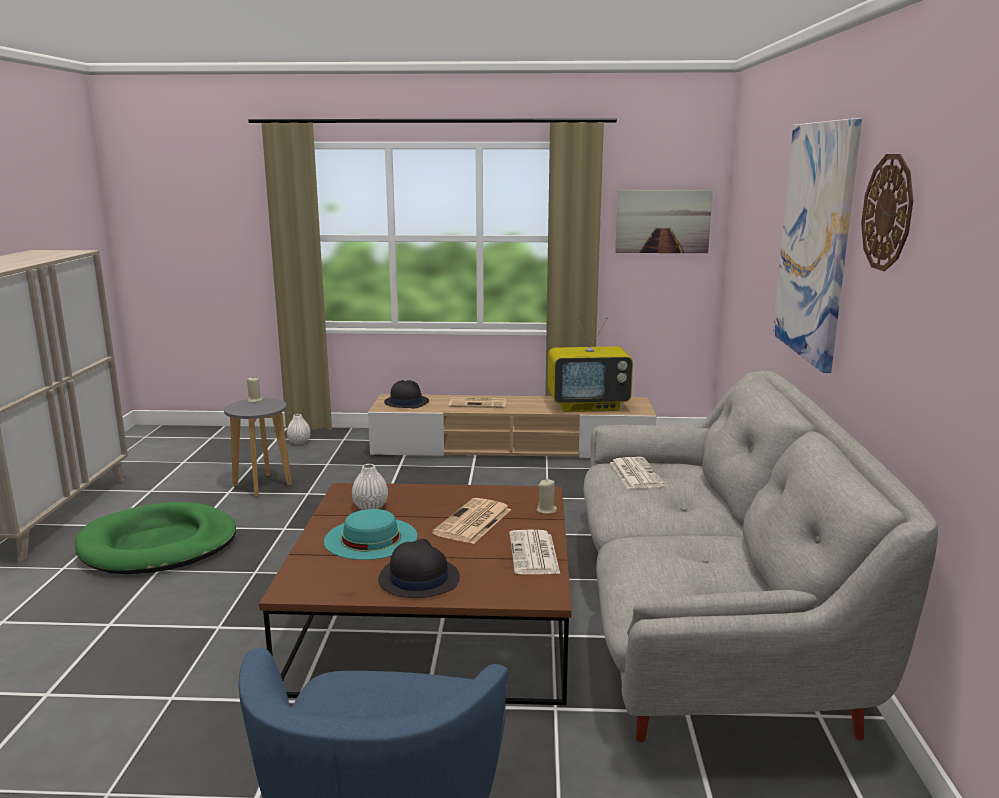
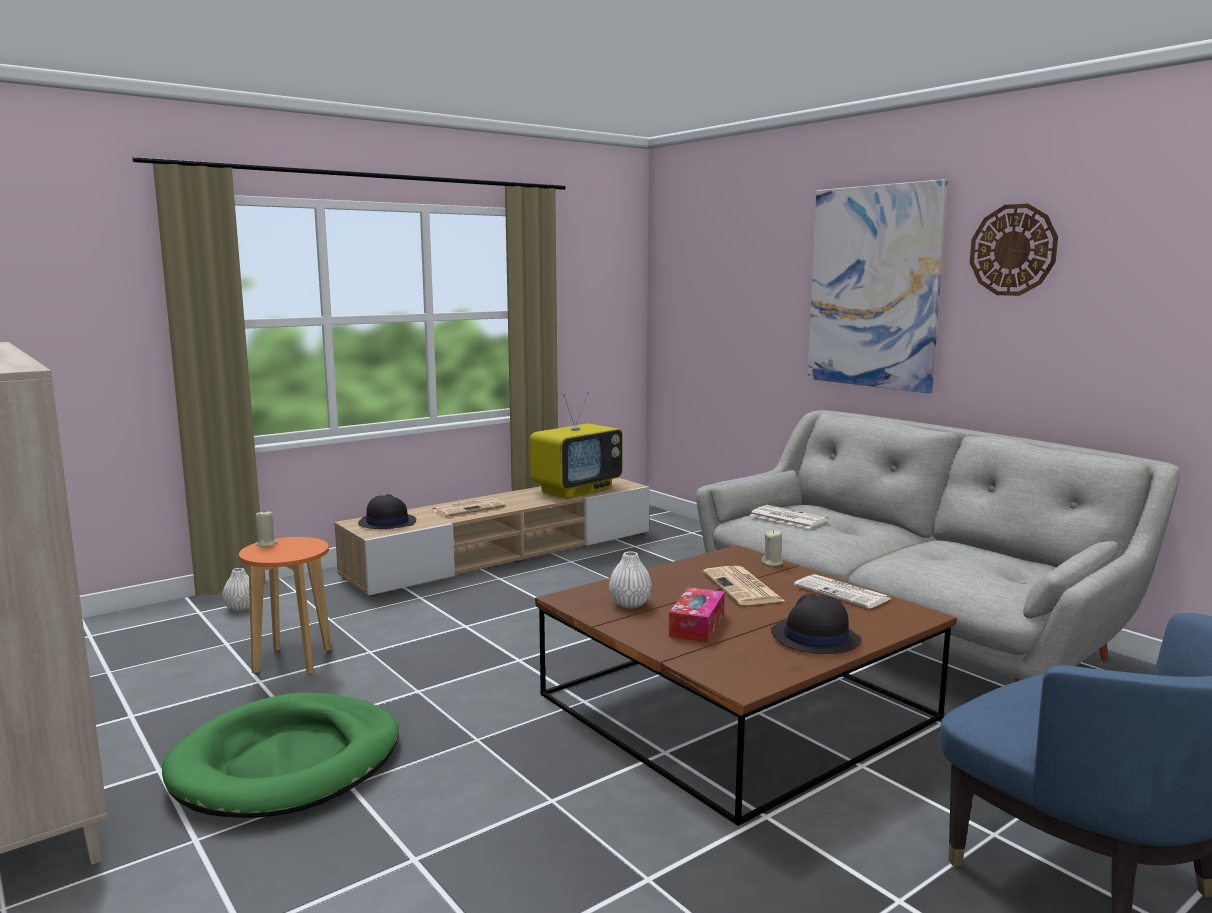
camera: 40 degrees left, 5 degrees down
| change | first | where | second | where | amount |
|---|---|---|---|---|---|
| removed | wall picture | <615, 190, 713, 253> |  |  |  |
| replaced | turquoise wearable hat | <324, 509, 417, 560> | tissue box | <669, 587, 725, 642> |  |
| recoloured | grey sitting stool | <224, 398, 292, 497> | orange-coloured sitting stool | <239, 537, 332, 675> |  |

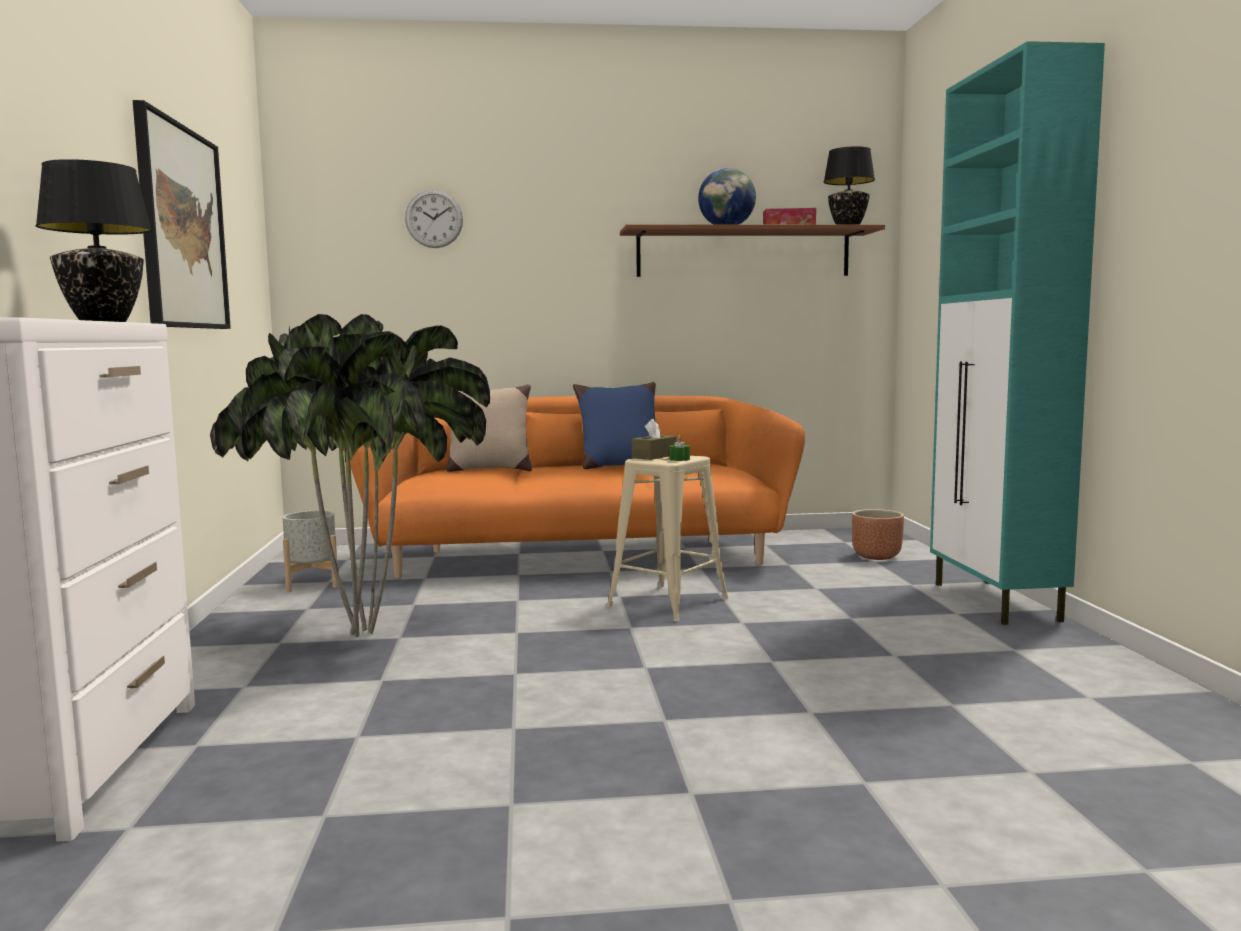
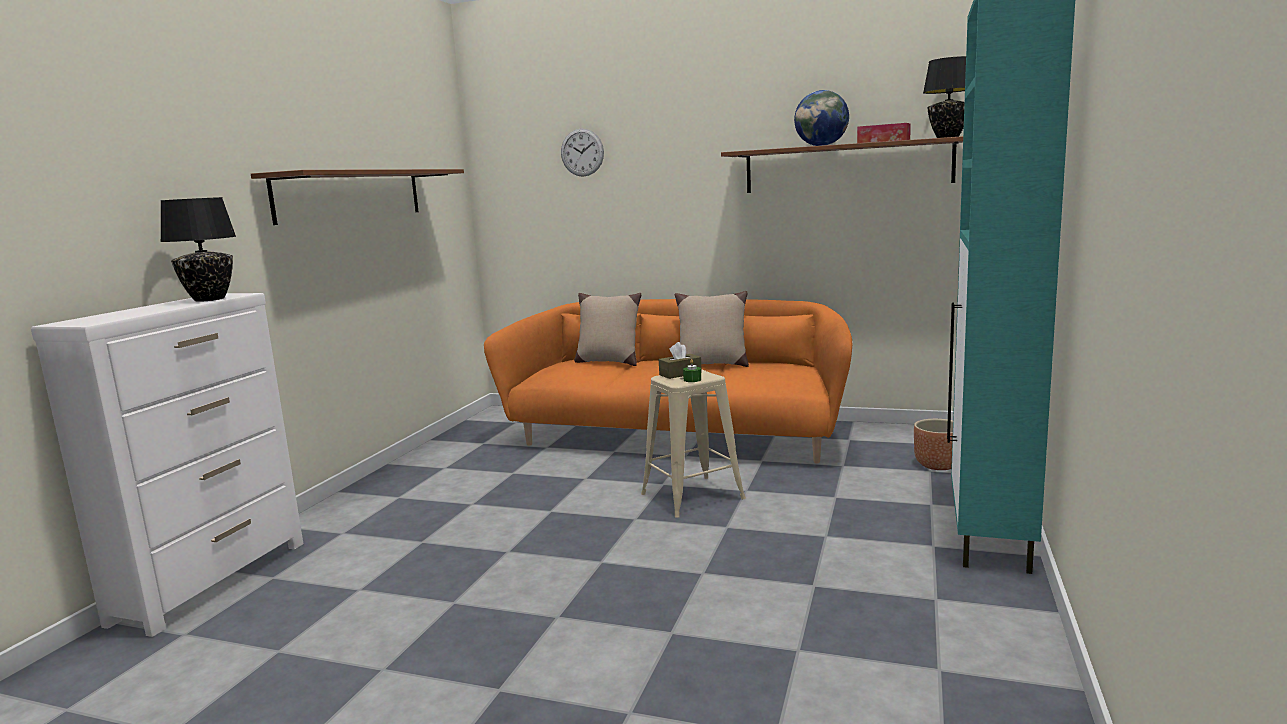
camera: 25 degrees right, 5 degrees up
| change | first | where | second | where | amount |
|---|---|---|---|---|---|
| removed | houseplant | <210, 314, 490, 637> |  |  |  |
| removed | grey flower pot | <283, 511, 338, 592> |  |  |  |
| replaced | wall picture | <133, 100, 231, 329> | brown-coloured bracket shelf | <251, 169, 464, 225> |  |
| recoloured | bluish throw pillow | <573, 382, 656, 469> | sand-coloured throw pillow | <675, 291, 749, 367> |  |

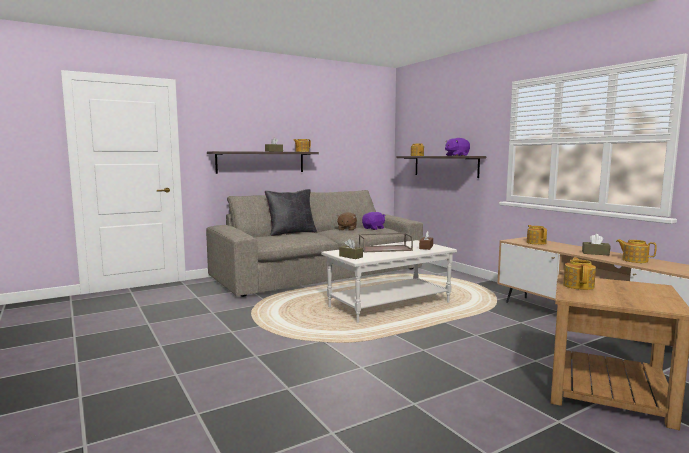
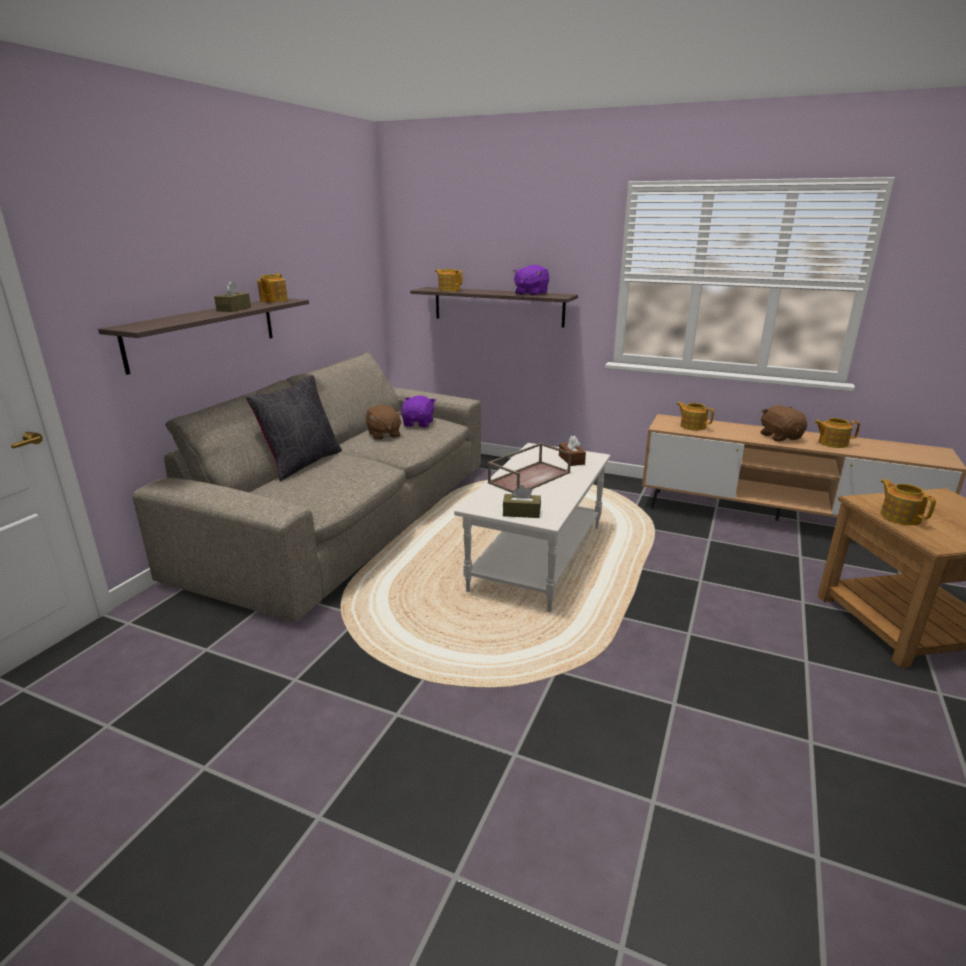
camera: 35 degrees left, 15 degrees up
| change | first | where | second | where | amount |
|---|---|---|---|---|---|
| replaced | brown-coloured tissue box | <582, 234, 610, 256> | brown-coloured cuddly toy | <761, 405, 807, 442> |  |

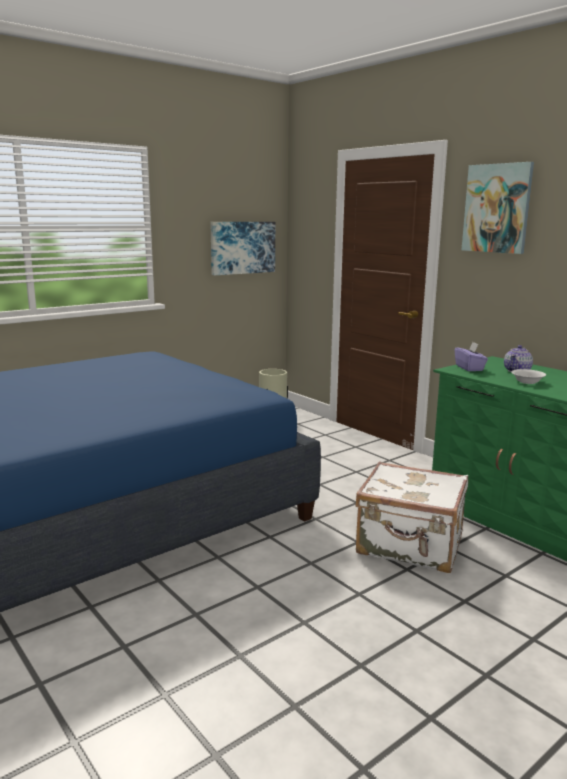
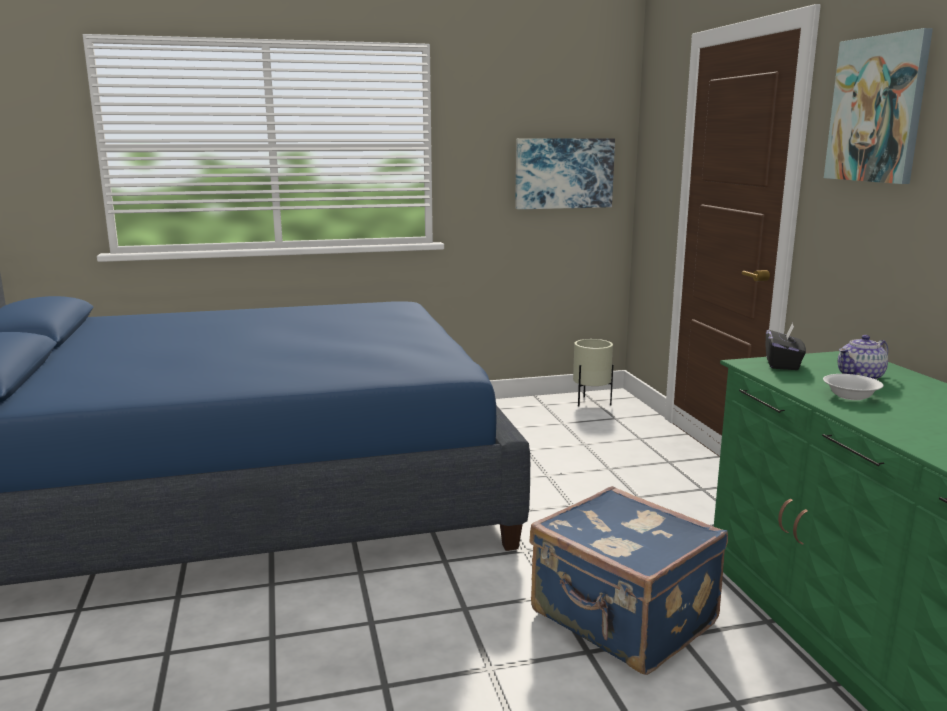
camera: 25 degrees right, 0 degrees up
| change | first | where | second | where | amount |
|---|---|---|---|---|---|
| recoloured | white travel case | <355, 462, 468, 573> | bluish travel case | <530, 486, 728, 675> |  |
| recoloured | purplish tissue box | <455, 342, 488, 371> | black-coloured tissue box | <766, 323, 806, 370> |  |

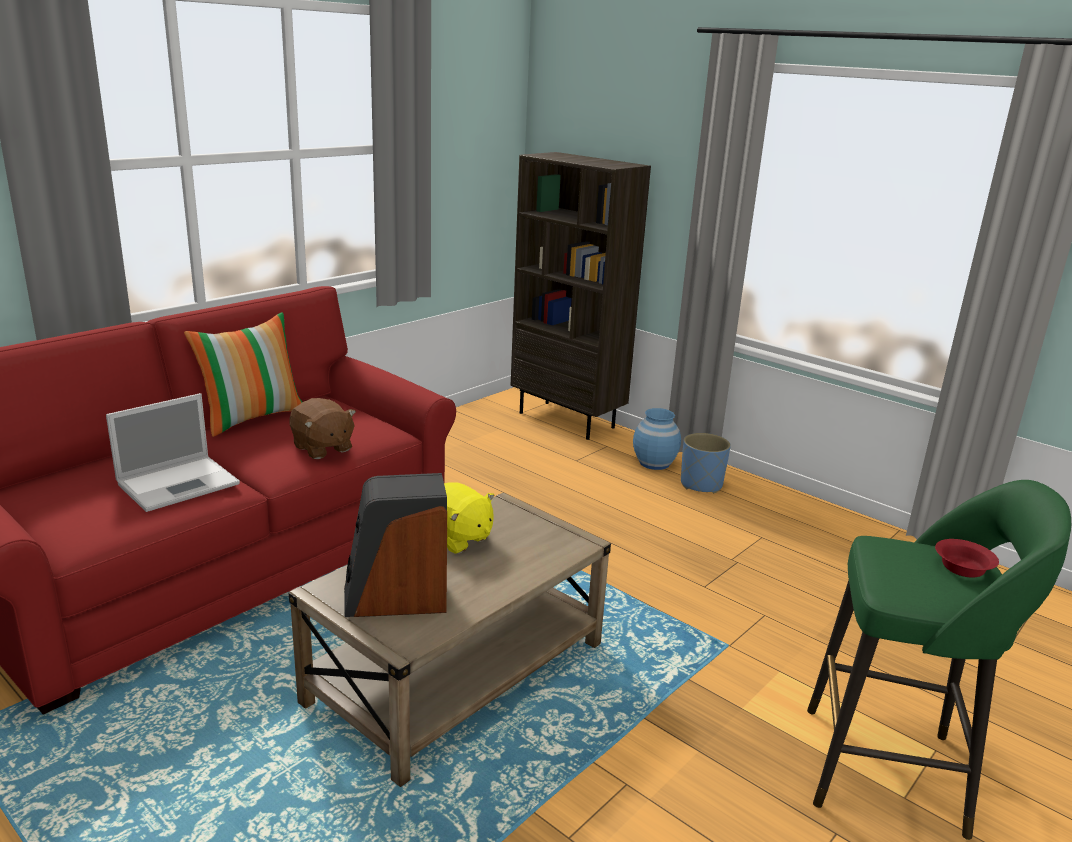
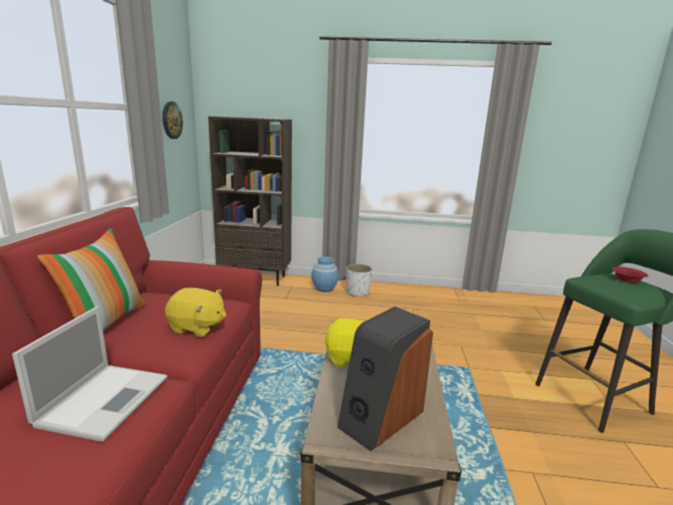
camera: 35 degrees left, 5 degrees down
| change | first | where | second | where | amount |
|---|---|---|---|---|---|
| added |  |  | wall clock | <162, 101, 183, 139> |  |
| recoloured | brown-coloured cuddly toy | <290, 398, 356, 459> | yellowish cuddly toy | <165, 288, 226, 337> |  |
| recoloured | bluish flower pot | <681, 433, 731, 493> | white flower pot | <346, 264, 372, 297> |  |

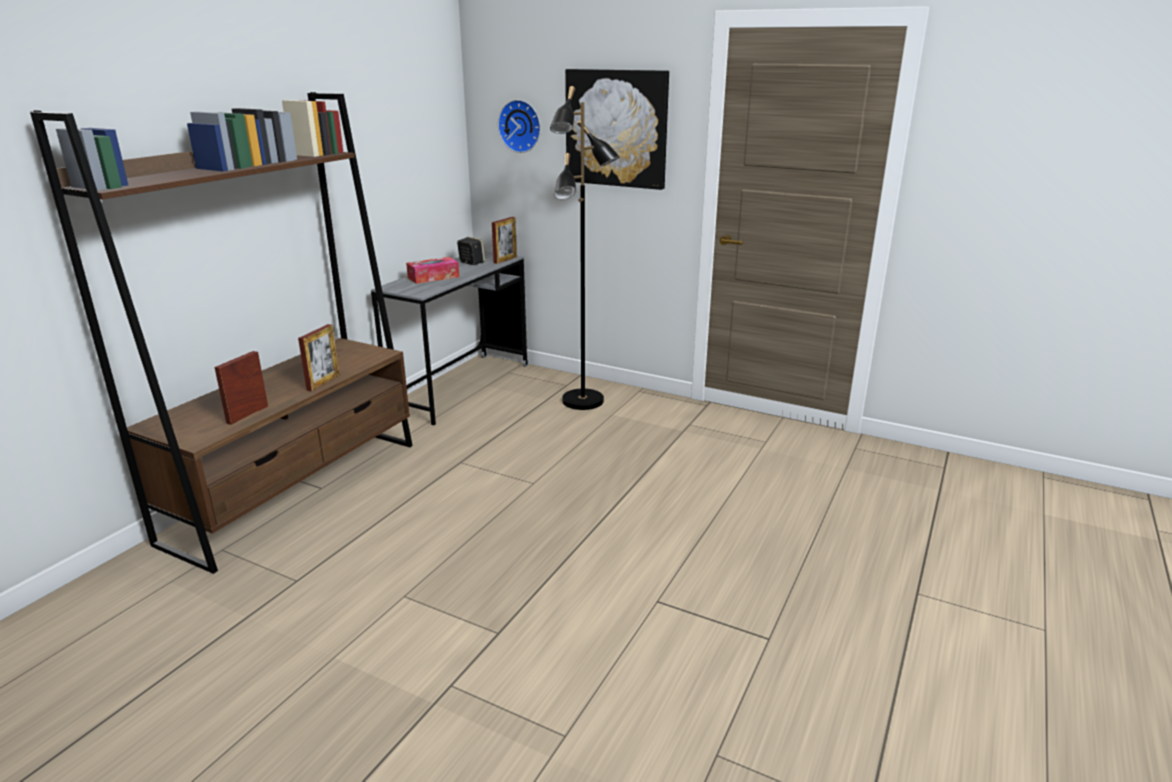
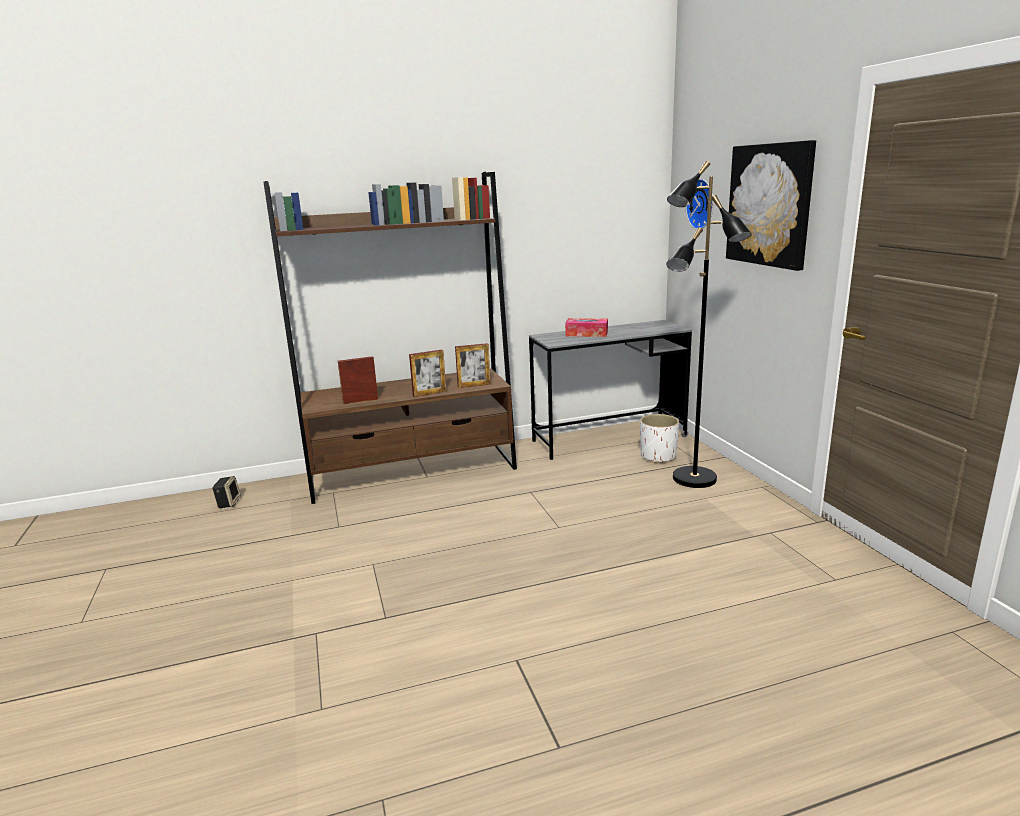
camera: 45 degrees right, 5 degrees down
| change | first | where | second | where | amount |
|---|---|---|---|---|---|
| added |  |  | white flower pot | <640, 414, 679, 463> |  |
| moved | audio speaker | <457, 237, 485, 265> |  | <212, 476, 241, 508> |  |
| moved | standing frame | <492, 217, 517, 264> |  | <455, 343, 491, 388> |  |

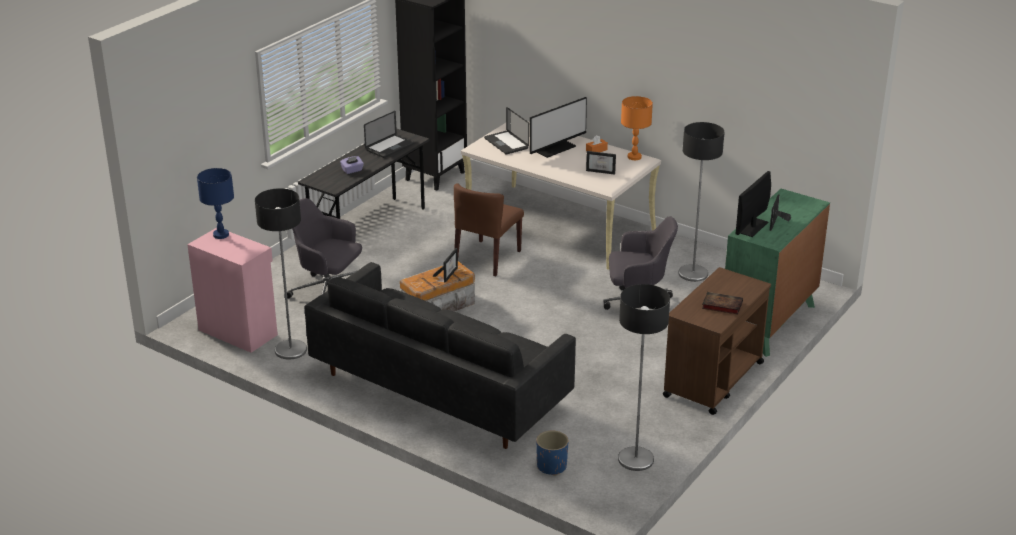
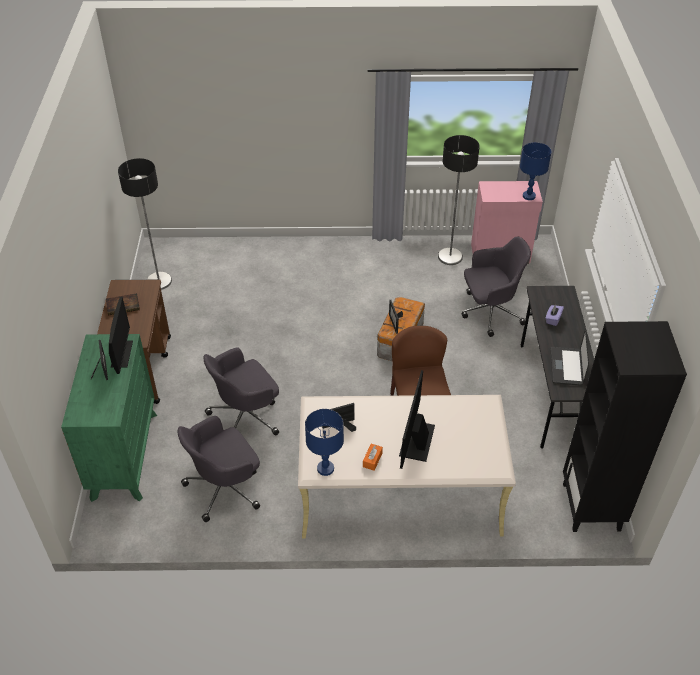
camera: 145 degrees right, 15 degrees up
| change | first | where | second | where | amount |
|---|---|---|---|---|---|
| removed | black-coloured sofa | <304, 262, 576, 449> |  |  |  |
| removed | laptop | <484, 107, 529, 154> |  |  |  |
| removed | bluish flower pot | <536, 431, 569, 476> |  |  |  |
| replaced | standard lamp | <679, 122, 725, 282> | grey computer chair | <178, 416, 260, 522> |  |
| recoloured | orange-coloured lamp for a table | <621, 96, 653, 160> | bluish lamp for a table | <305, 409, 344, 476> |  |

